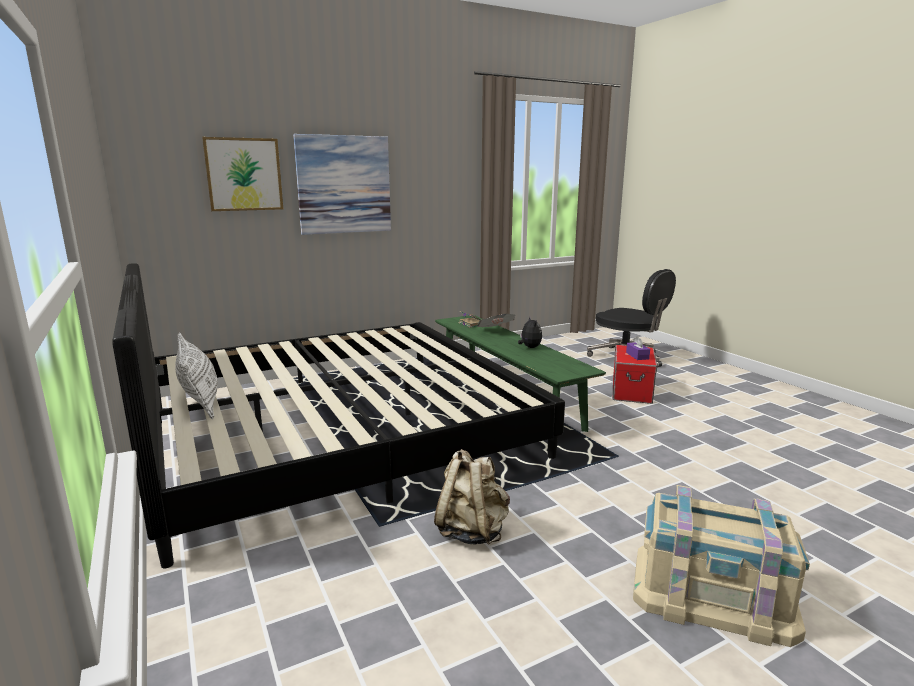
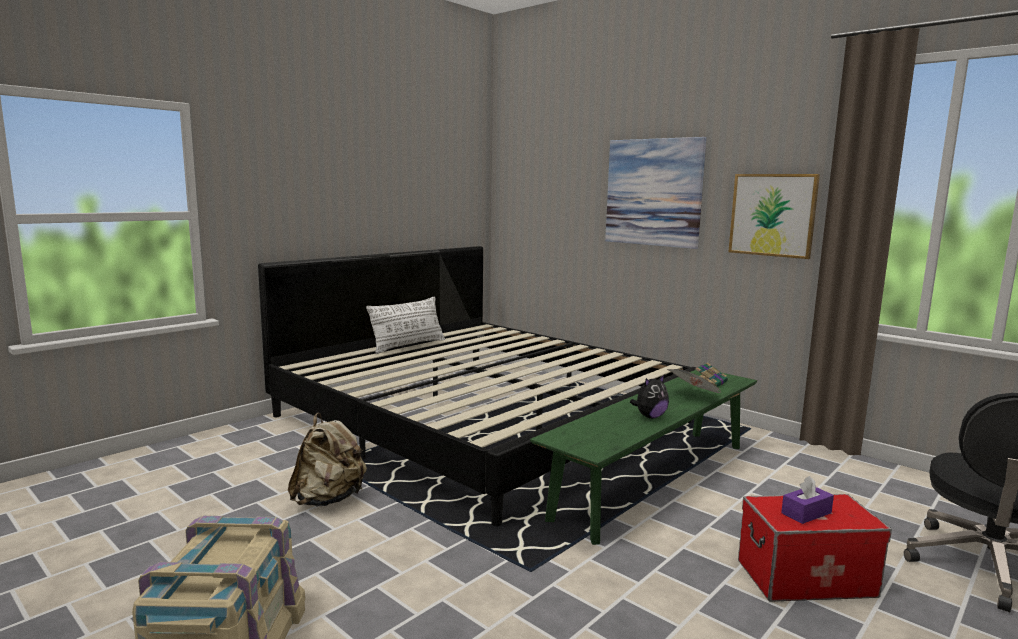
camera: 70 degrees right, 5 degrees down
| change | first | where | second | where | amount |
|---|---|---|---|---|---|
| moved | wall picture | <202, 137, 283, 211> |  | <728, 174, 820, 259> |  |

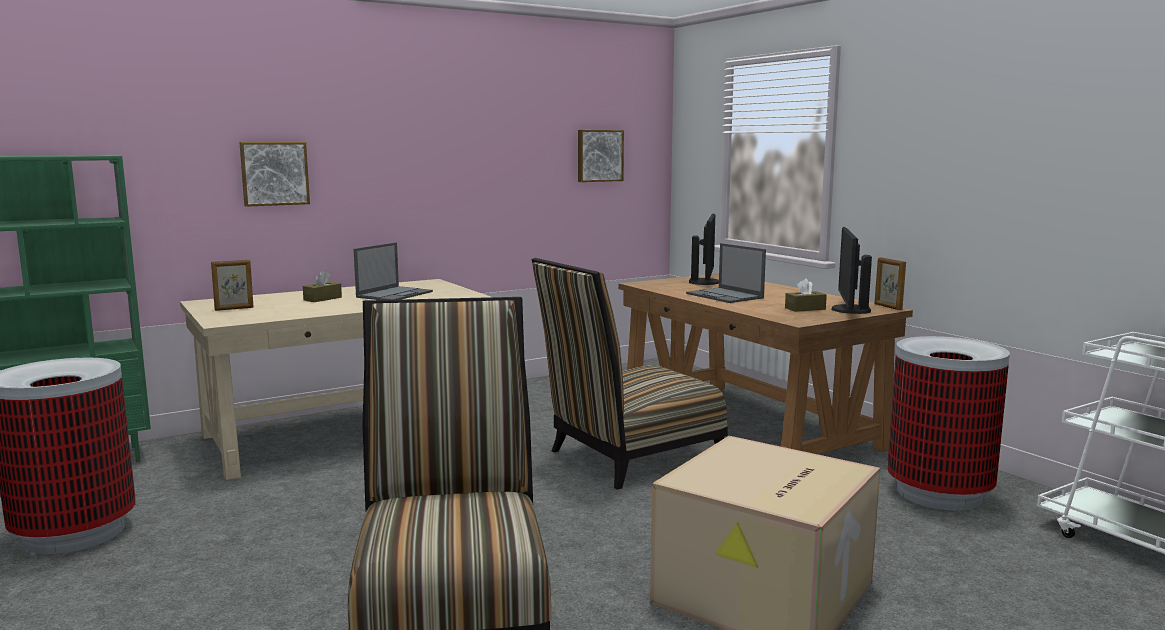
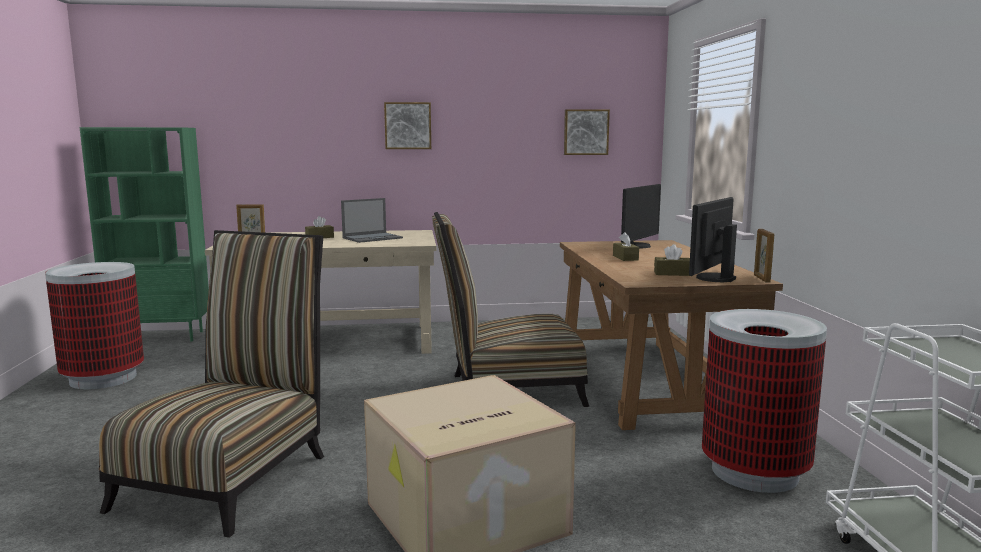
camera: 25 degrees right, 0 degrees up
| change | first | where | second | where | amount |
|---|---|---|---|---|---|
| moved | wall picture | <239, 142, 310, 207> |  | <384, 102, 431, 149> |  |
| replaced | laptop | <686, 243, 766, 303> | brown-coloured tissue box | <613, 232, 639, 261> |  |

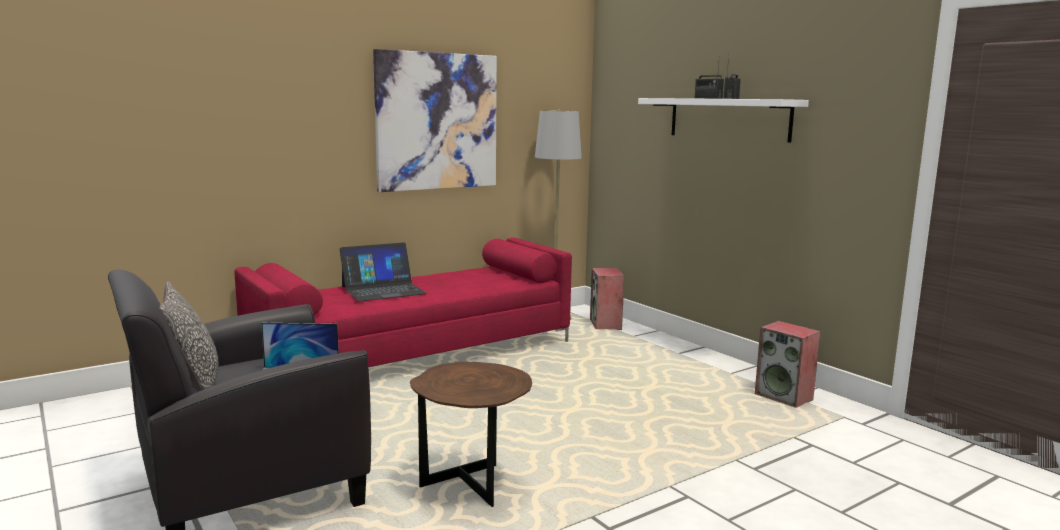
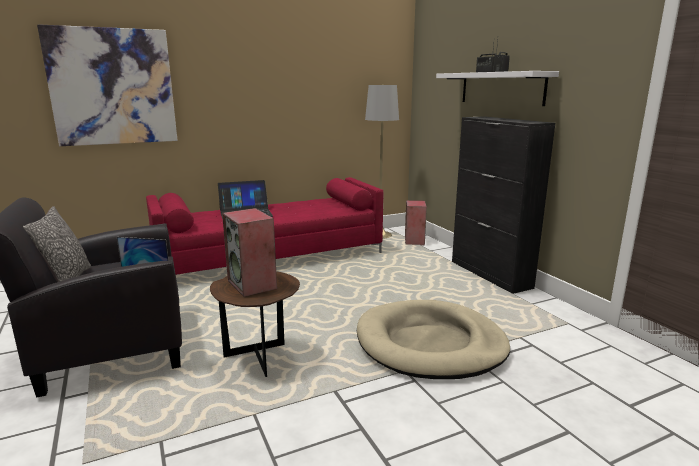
camera: 10 degrees right, 5 degrees up
| change | first | where | second | where | amount |
|---|---|---|---|---|---|
| added |  |  | sand-coloured pet bed | <357, 300, 510, 379> |  |
| added |  |  | black-coloured storage cabinet | <452, 116, 555, 294> |  |
| moved | wall picture | <373, 49, 497, 192> |  | <37, 24, 177, 146> |  |
| moved | audio speaker | <755, 321, 821, 408> |  | <222, 208, 277, 297> |  |

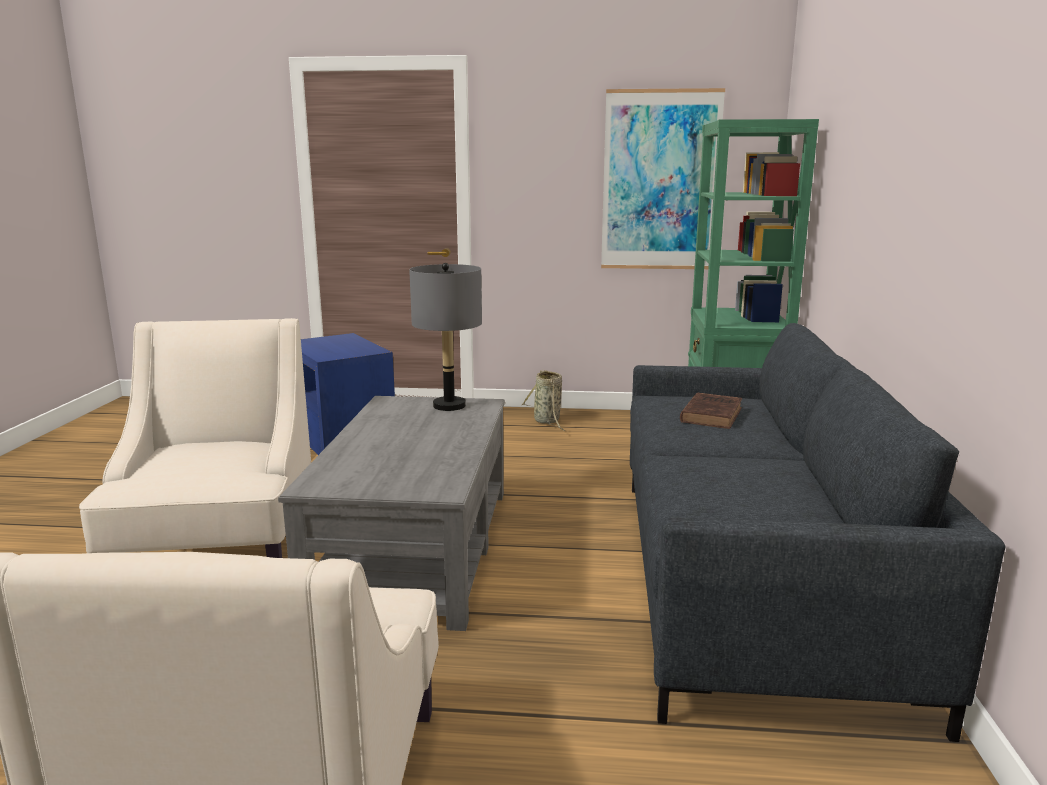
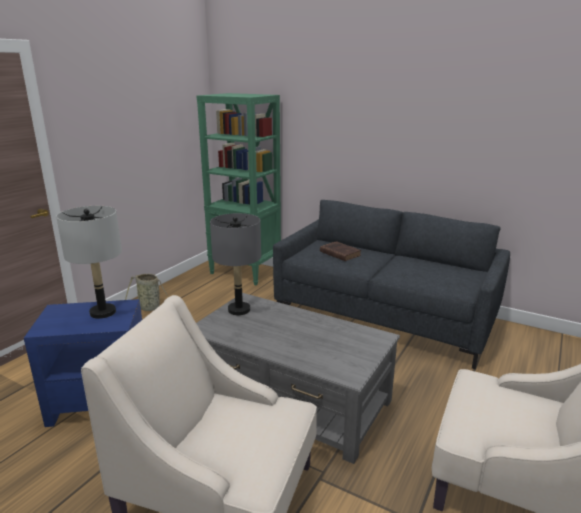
camera: 65 degrees left, 5 degrees up
| change | first | where | second | where | amount |
|---|---|---|---|---|---|
| removed | wall picture | <601, 88, 725, 269> |  |  |  |
| added |  |  | grey lamp for a table | <56, 206, 122, 319> |  |

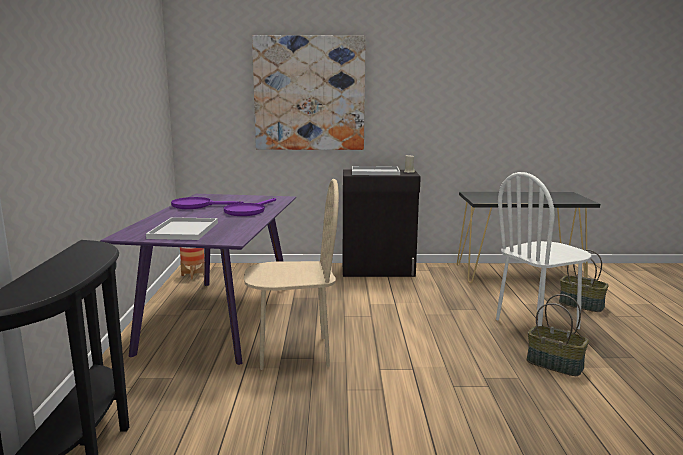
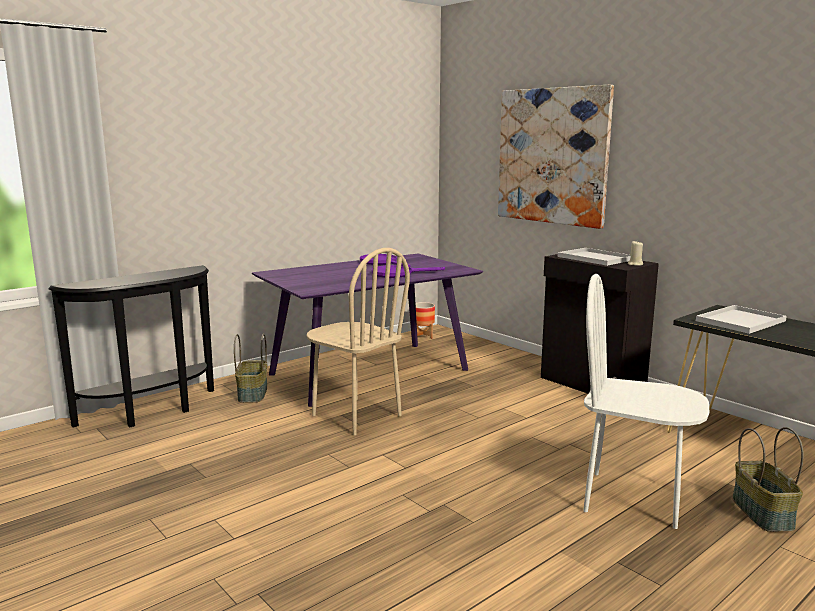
camera: 50 degrees right, 0 degrees up
| change | first | where | second | where | amount |
|---|---|---|---|---|---|
| moved | white carrying tray | <146, 217, 218, 240> |  | <696, 305, 787, 334> |  |
| moved | basket | <527, 294, 589, 376> |  | <234, 334, 267, 403> |  |

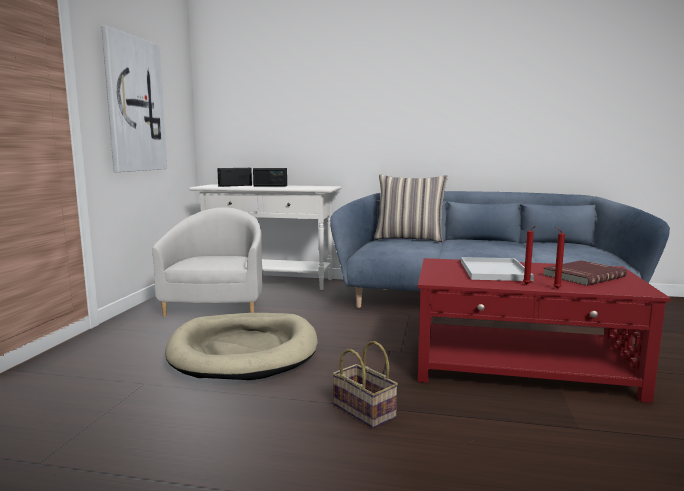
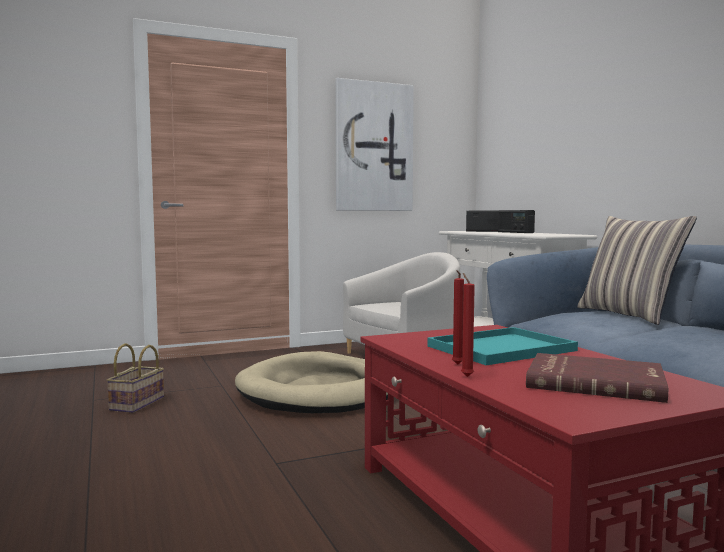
camera: 55 degrees right, 5 degrees down
| change | first | where | second | where | amount |
|---|---|---|---|---|---|
| moved | basket | <333, 341, 398, 428> |  | <107, 343, 164, 413> |  |
| recoloured | white carrying tray | <461, 257, 534, 281> | turquoise carrying tray | <428, 327, 578, 365> |  |

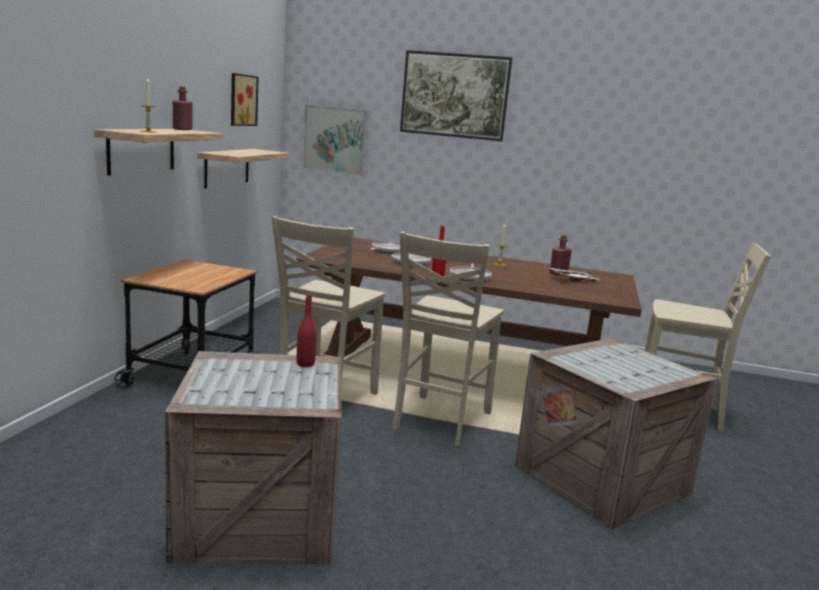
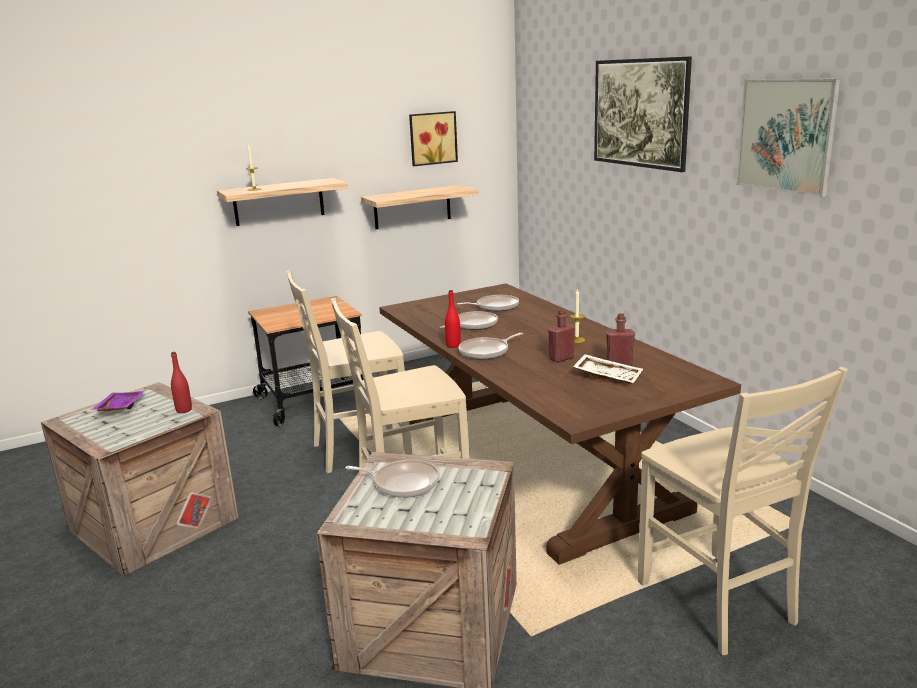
camera: 50 degrees right, 5 degrees up
| change | first | where | second | where | amount |
|---|---|---|---|---|---|
| added |  |  | purplish carrying tray | <91, 391, 145, 411> |  |
| added |  |  | pan | <345, 459, 440, 498> |  |
| moved | reddish beverage bottle | <173, 86, 193, 130> |  | <548, 309, 575, 362> |  |
| moved | wall picture | <303, 105, 367, 176> |  | <736, 79, 840, 197> |  |

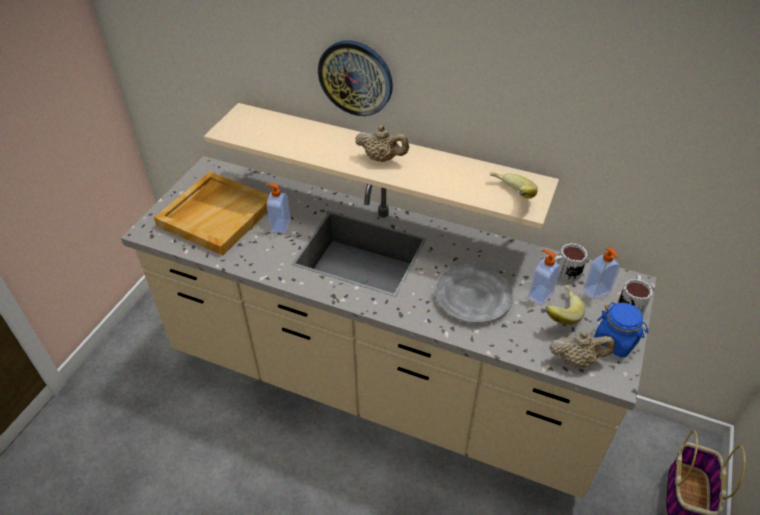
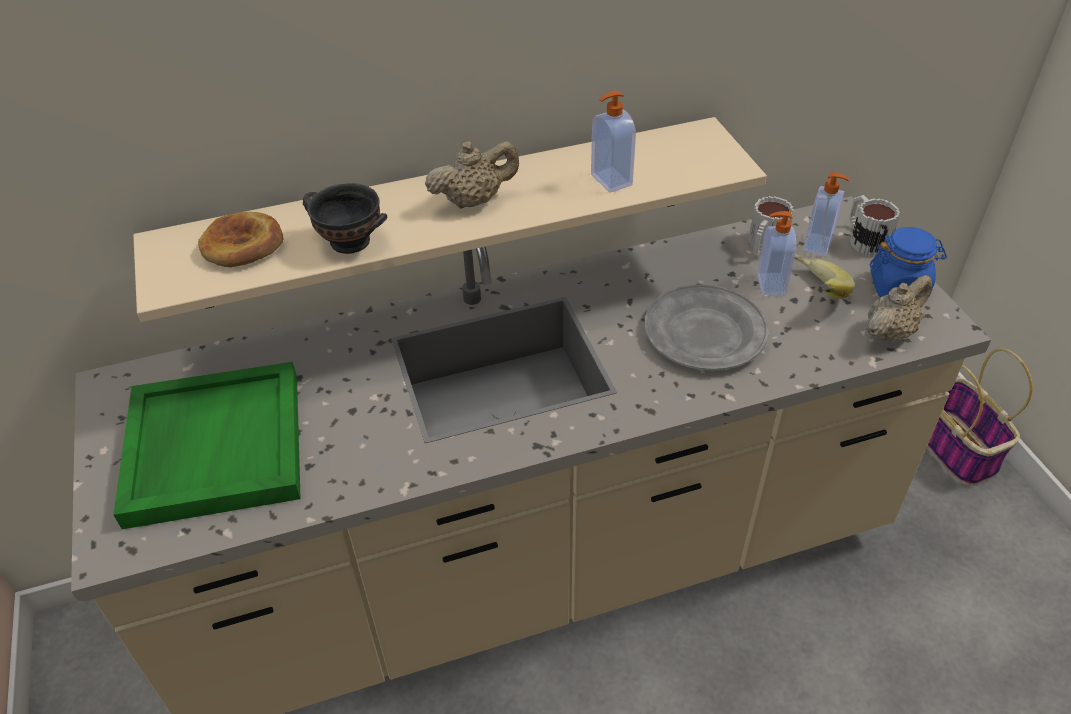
camera: 40 degrees left, 0 degrees up
| change | first | where | second | where | amount |
|---|---|---|---|---|---|
| removed | wall clock | <318, 40, 393, 116> |  |  |  |
| removed | whole banana | <490, 171, 538, 199> |  |  |  |
| added |  |  | baked bread | <198, 212, 283, 267> |  |
| added |  |  | black-coloured serving bowl | <303, 183, 388, 254> |  |
| moved | soap bottle | <266, 184, 291, 234> |  | <591, 91, 636, 193> |  |
| recoloured | sand-coloured carrying tray | <154, 171, 269, 255> | green carrying tray | <113, 362, 301, 529> |  |

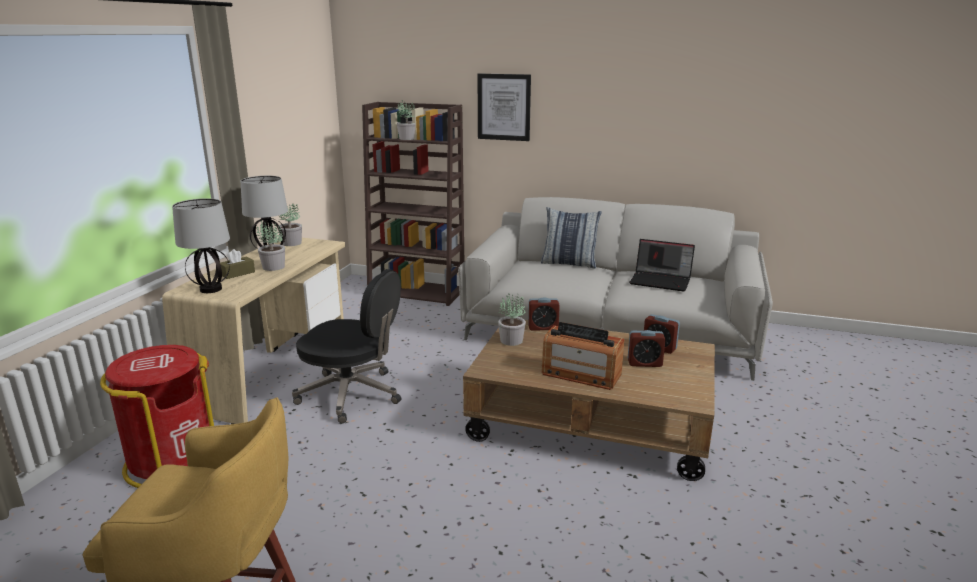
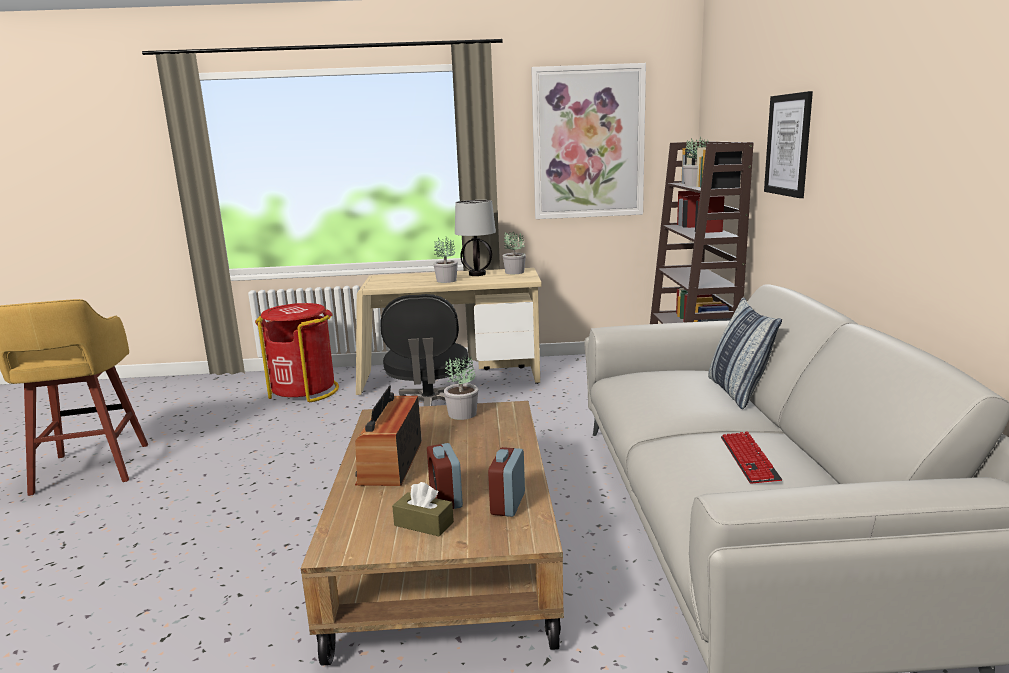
camera: 70 degrees right, 5 degrees down
| change | first | where | second | where | amount |
|---|---|---|---|---|---|
| removed | lamp for a table | <172, 198, 230, 293> |  |  |  |
| removed | alarm clock | <528, 297, 560, 330> |  |  |  |
| added |  |  | wall picture | <531, 63, 646, 219> |  |
| moved | brown-coloured tissue box | <220, 249, 255, 279> |  | <392, 482, 454, 537> |  |
| replaced | laptop | <629, 239, 695, 292> | computer keyboard | <721, 431, 782, 484> |  |

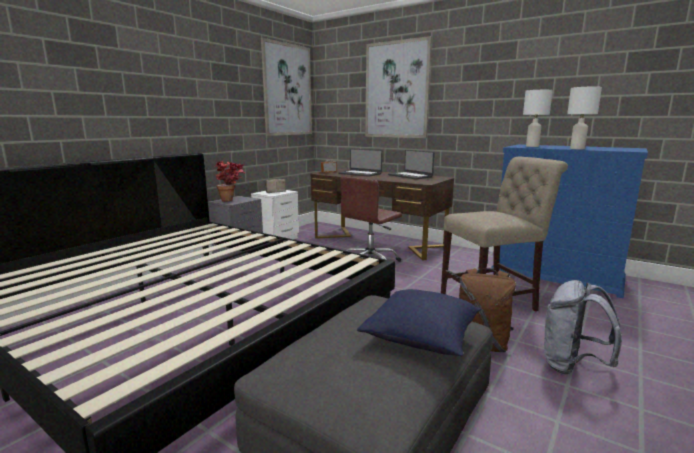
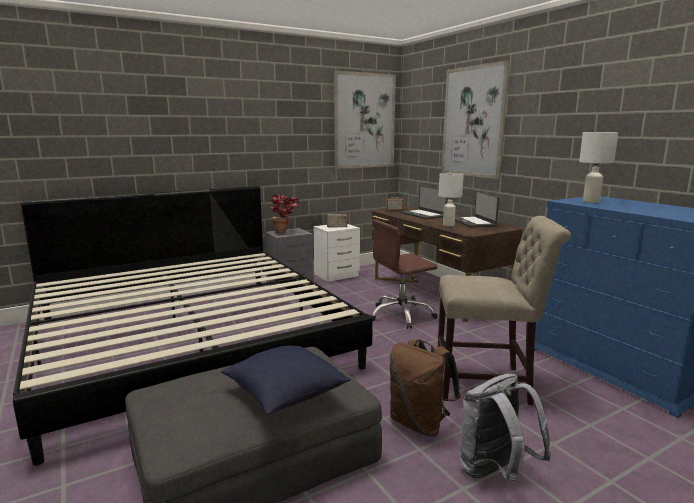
camera: 25 degrees right, 0 degrees up
| change | first | where | second | where | amount |
|---|---|---|---|---|---|
| moved | white lamp for a table | <567, 86, 602, 149> |  | <438, 173, 464, 226> |  |

